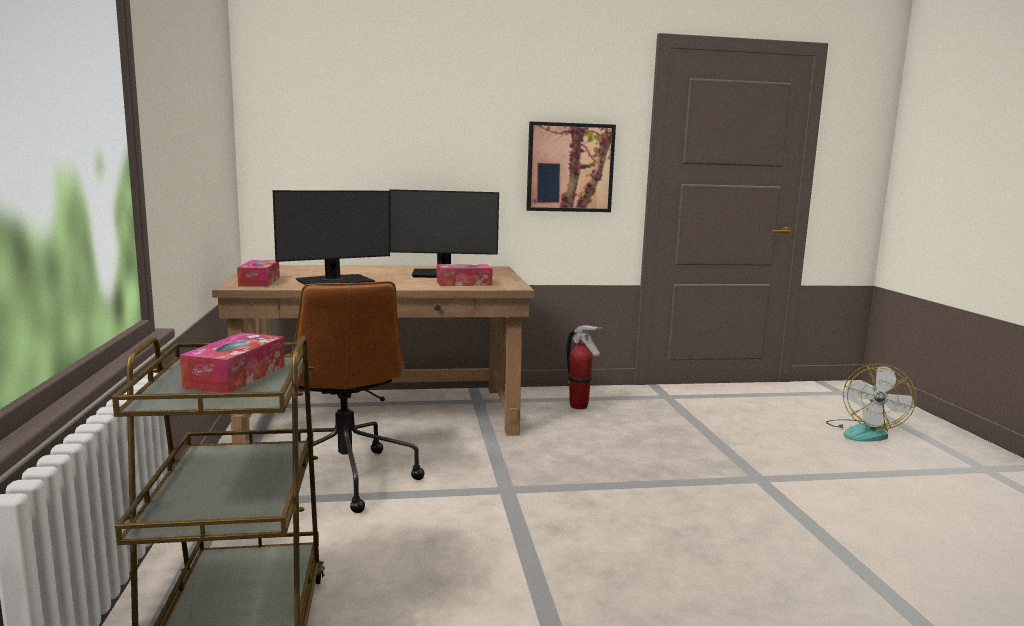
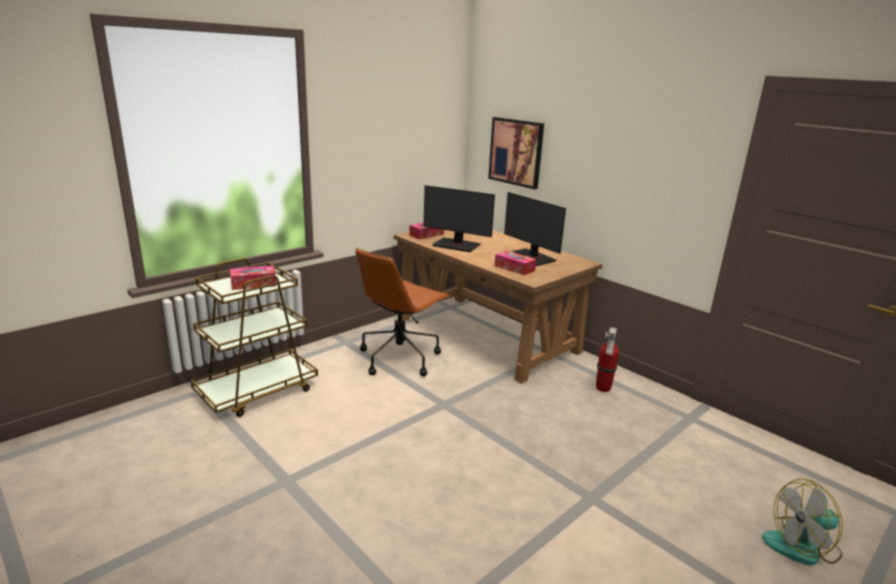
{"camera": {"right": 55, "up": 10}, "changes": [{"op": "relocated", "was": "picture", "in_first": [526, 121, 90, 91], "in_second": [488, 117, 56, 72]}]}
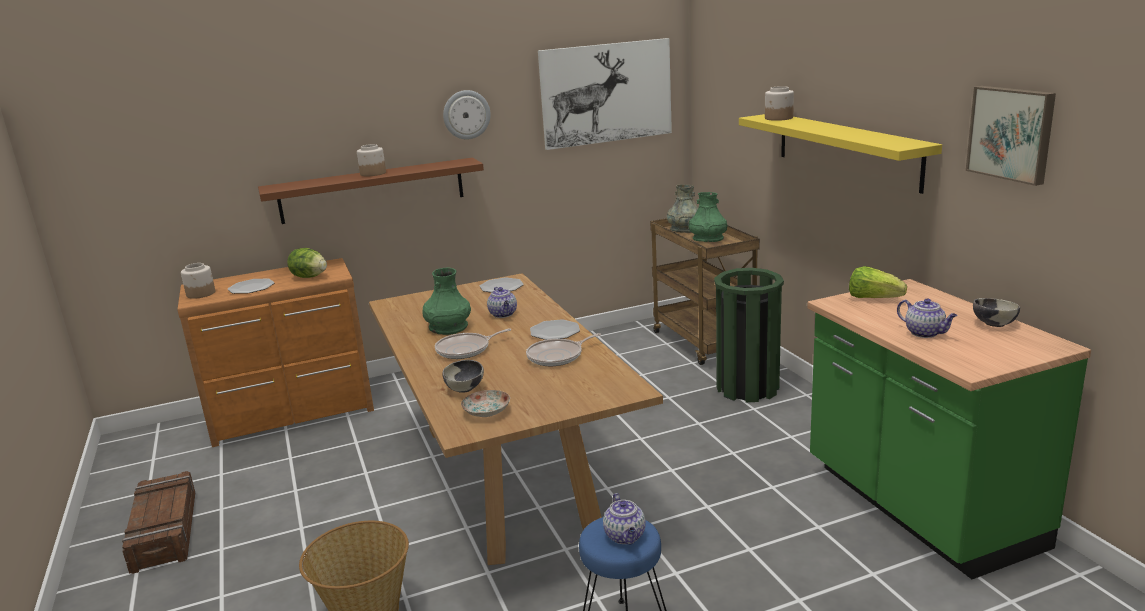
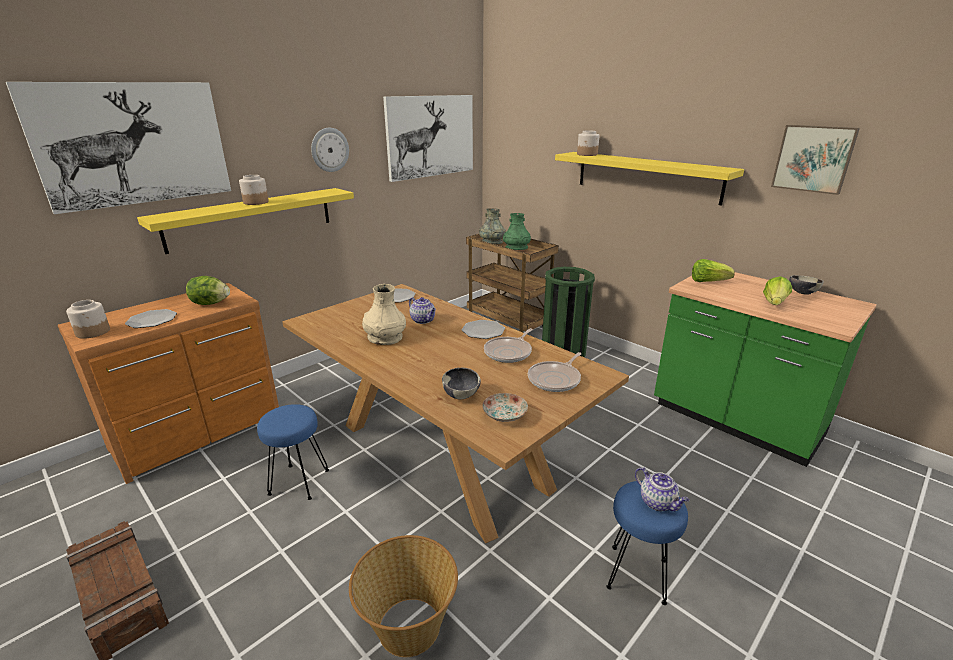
{"camera": {"right": -25, "up": 5}, "changes": [{"op": "colour", "was": "shelf in brown", "now": "shelf in yellow", "in_first": [258, 157, 226, 67], "in_second": [137, 188, 217, 66]}, {"op": "colour", "was": "vase in green", "now": "vase in beige", "in_first": [422, 268, 49, 67], "in_second": [362, 284, 44, 61]}, {"op": "relocated", "was": "frying pan", "in_first": [435, 328, 76, 31], "in_second": [528, 352, 53, 40]}, {"op": "exchanged", "was": "teapot", "now": "lettuce", "in_first": [897, 298, 61, 40], "in_second": [763, 276, 29, 29]}, {"op": "appeared", "now": "picture", "in_second": [6, 82, 225, 132]}, {"op": "appeared", "now": "stool in blue", "in_second": [257, 404, 72, 96]}]}
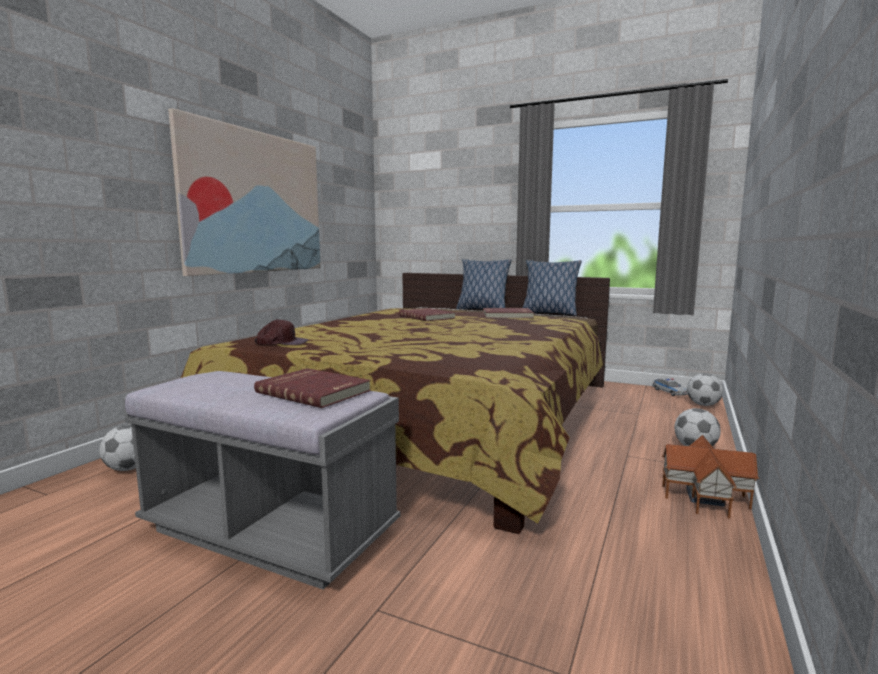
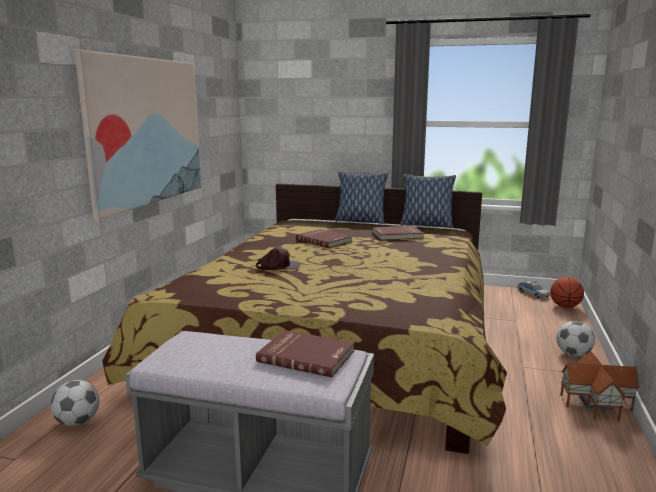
{"camera": {"right": -10, "up": 5}, "changes": [{"op": "relocated", "was": "cap in brown", "in_first": [255, 319, 53, 26], "in_second": [256, 247, 44, 23]}, {"op": "exchanged", "was": "football", "now": "basketball", "in_first": [687, 373, 37, 33], "in_second": [550, 277, 34, 31]}]}
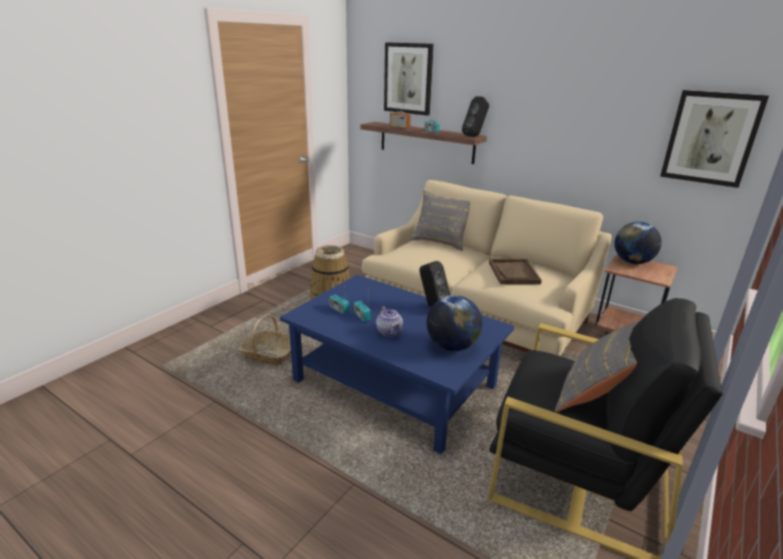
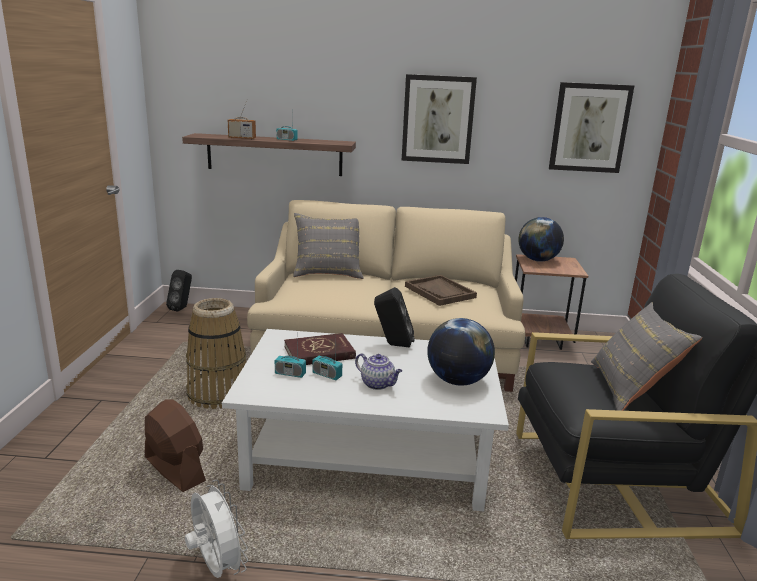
{"camera": {"right": -30, "up": -5}, "changes": [{"op": "exchanged", "was": "basket", "now": "fan in brown", "in_first": [239, 314, 52, 52], "in_second": [145, 399, 61, 93]}, {"op": "colour", "was": "coffee table in blue", "now": "coffee table in white", "in_first": [280, 275, 234, 179], "in_second": [222, 329, 287, 182]}, {"op": "relocated", "was": "picture", "in_first": [384, 42, 50, 74], "in_second": [402, 74, 75, 90]}, {"op": "relocated", "was": "speaker in black", "in_first": [462, 96, 27, 40], "in_second": [166, 270, 26, 42]}, {"op": "appeared", "now": "fan in white", "in_second": [185, 480, 63, 98]}, {"op": "appeared", "now": "book in red", "in_second": [284, 333, 72, 32]}]}
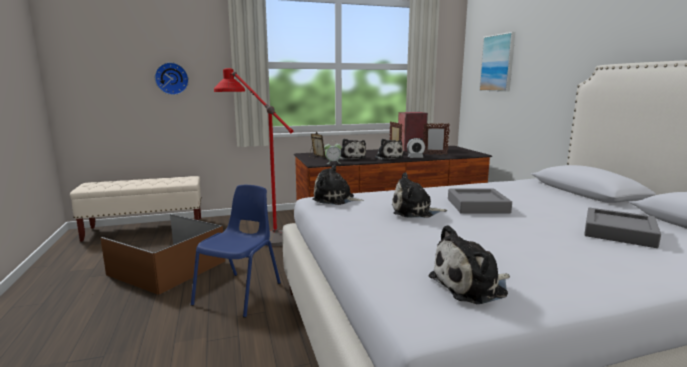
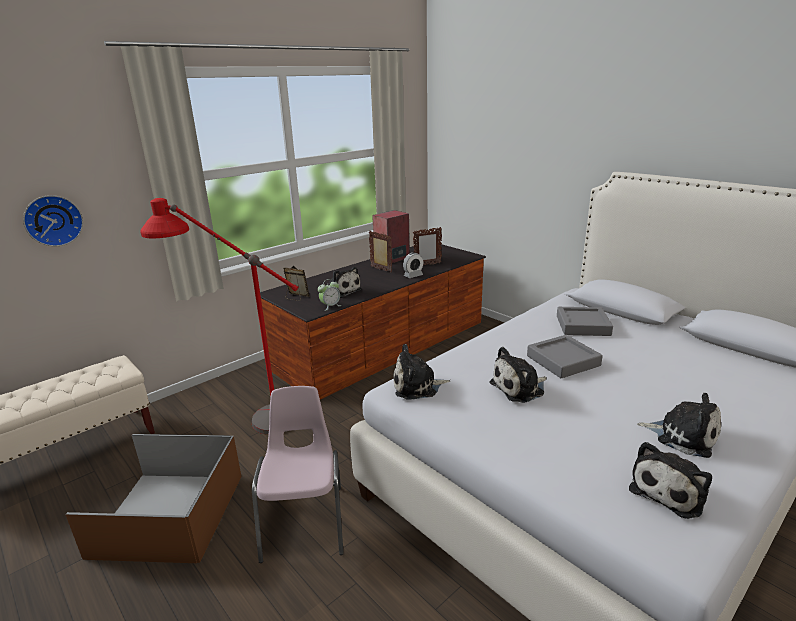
{"camera": {"right": -25, "up": 10}, "changes": [{"op": "colour", "was": "chair in blue", "now": "chair in pink", "in_first": [191, 185, 90, 133], "in_second": [252, 386, 92, 177]}, {"op": "relocated", "was": "plush toy", "in_first": [375, 139, 28, 21], "in_second": [637, 393, 84, 65]}, {"op": "missing", "was": "picture", "in_first": [479, 32, 36, 60]}, {"op": "relocated", "was": "tray in grey", "in_first": [584, 208, 77, 40], "in_second": [557, 307, 56, 29]}]}
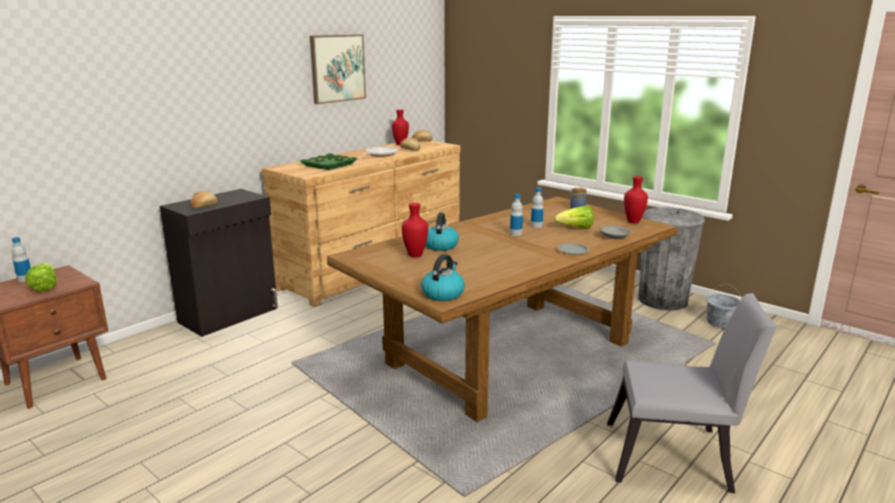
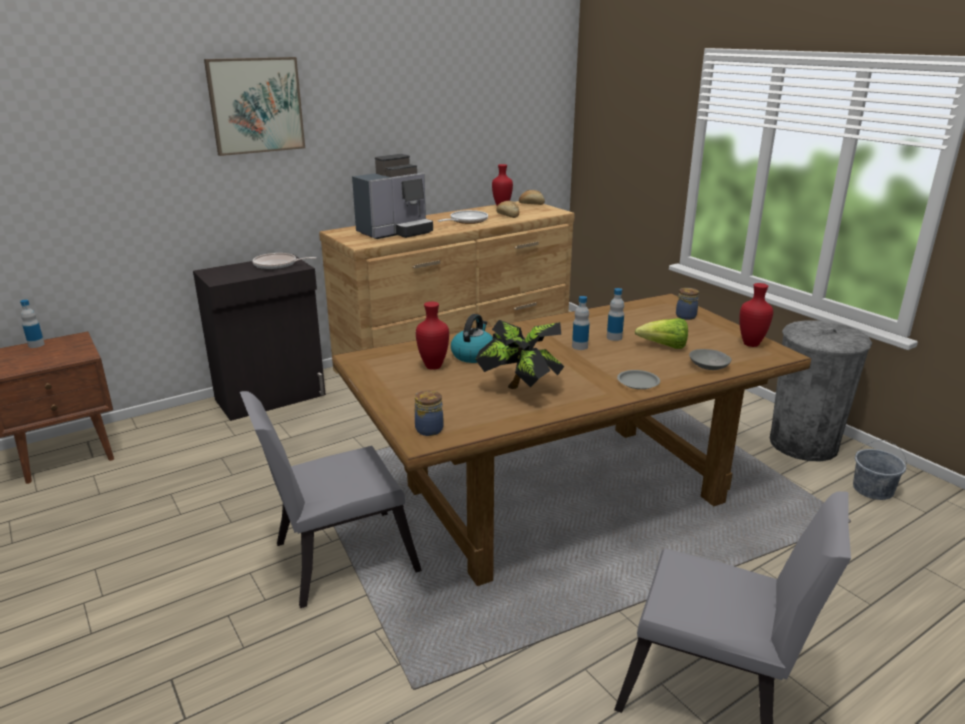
{"camera": {"right": 15, "up": 5}, "changes": [{"op": "missing", "was": "lettuce", "in_first": [26, 262, 31, 30]}, {"op": "missing", "was": "bread", "in_first": [191, 191, 27, 18]}, {"op": "exchanged", "was": "tray in green", "now": "coffee machine", "in_first": [300, 153, 58, 17], "in_second": [352, 154, 81, 85]}, {"op": "relocated", "was": "picture", "in_first": [310, 34, 56, 70], "in_second": [204, 57, 101, 99]}, {"op": "exchanged", "was": "kettle", "now": "jar", "in_first": [421, 254, 44, 47], "in_second": [415, 390, 29, 46]}, {"op": "appeared", "now": "chair in grey", "in_second": [240, 391, 182, 217]}, {"op": "appeared", "now": "frying pan", "in_second": [253, 253, 64, 17]}, {"op": "appeared", "now": "potted plant", "in_second": [475, 320, 90, 69]}]}
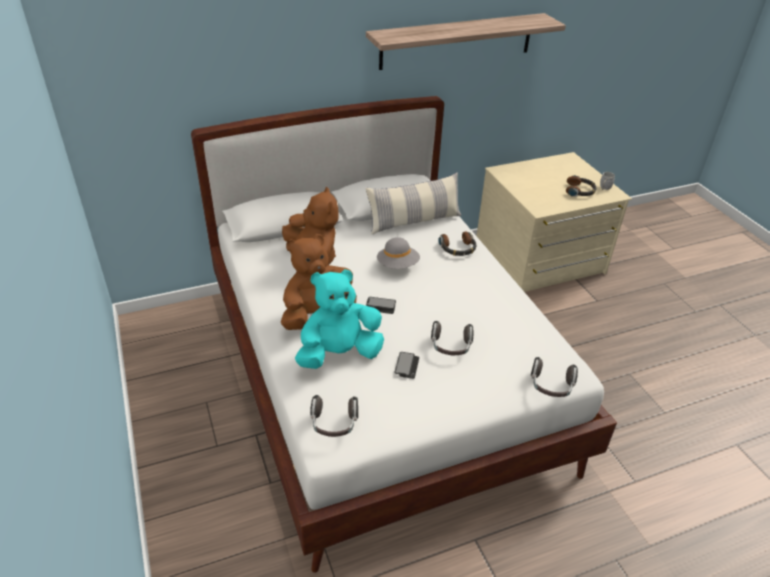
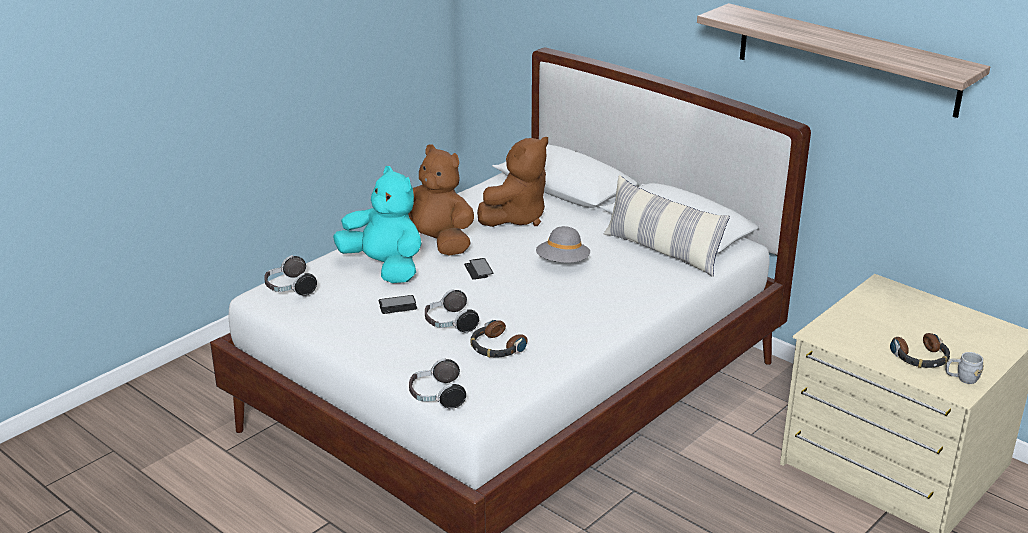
{"camera": {"right": 65, "up": -10}, "changes": [{"op": "relocated", "was": "headphones", "in_first": [438, 232, 39, 24], "in_second": [471, 320, 57, 37]}]}
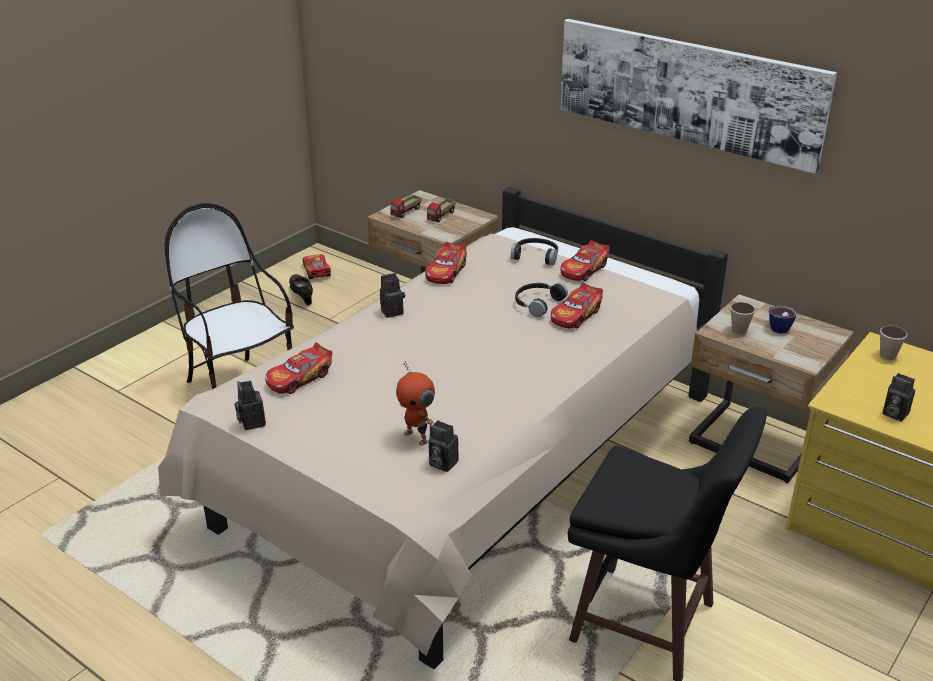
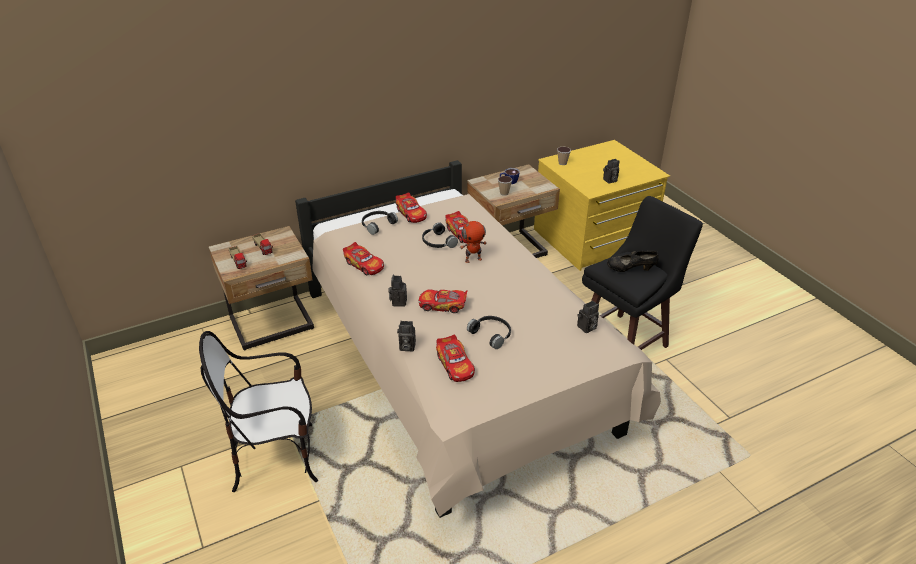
{"camera": {"right": -65, "up": 5}, "changes": [{"op": "relocated", "was": "photo camera", "in_first": [234, 381, 32, 49], "in_second": [397, 321, 19, 30]}, {"op": "relocated", "was": "shoe in black", "in_first": [289, 274, 24, 31], "in_second": [607, 251, 52, 21]}, {"op": "relocated", "was": "toy car", "in_first": [303, 254, 28, 25], "in_second": [419, 290, 49, 23]}, {"op": "relocated", "was": "toy robot", "in_first": [396, 361, 39, 84], "in_second": [460, 221, 27, 42]}, {"op": "missing", "was": "picture", "in_first": [560, 19, 277, 155]}, {"op": "appeared", "now": "headphones in black", "in_second": [467, 316, 44, 33]}]}
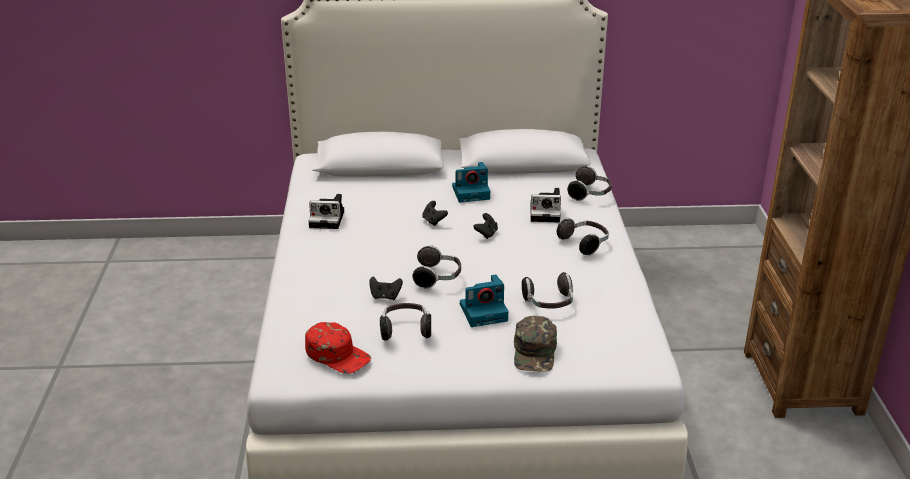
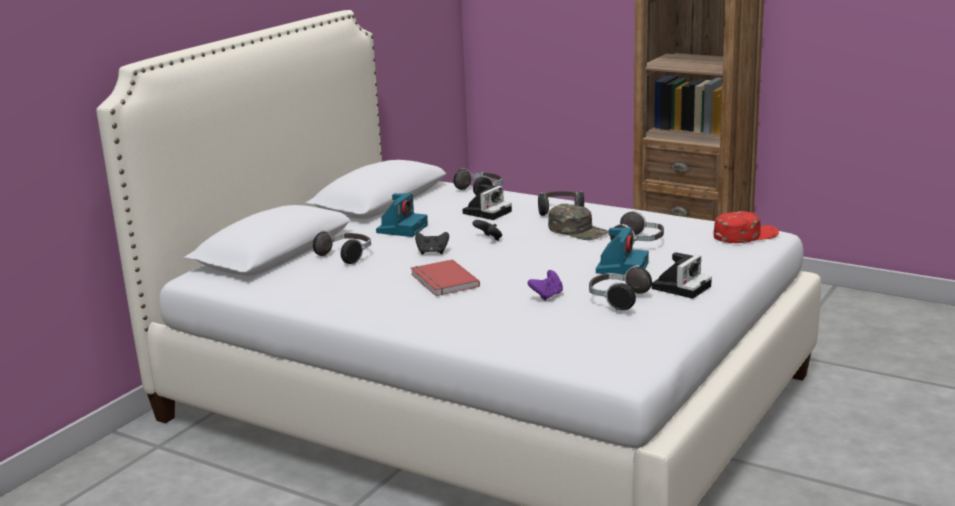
{"camera": {"right": -55, "up": -10}, "changes": [{"op": "relocated", "was": "cap in red", "in_first": [305, 322, 66, 52], "in_second": [714, 211, 65, 32]}, {"op": "relocated", "was": "photo camera", "in_first": [308, 194, 36, 35], "in_second": [651, 252, 61, 47]}, {"op": "colour", "was": "game controller in black", "now": "game controller in purple", "in_first": [369, 276, 34, 24], "in_second": [527, 270, 36, 31]}, {"op": "relocated", "was": "headphones", "in_first": [413, 245, 48, 44], "in_second": [313, 231, 58, 34]}, {"op": "relocated", "was": "cap in green", "in_first": [514, 316, 43, 56], "in_second": [548, 204, 61, 36]}, {"op": "appeared", "now": "book in red", "in_second": [411, 259, 69, 37]}]}
